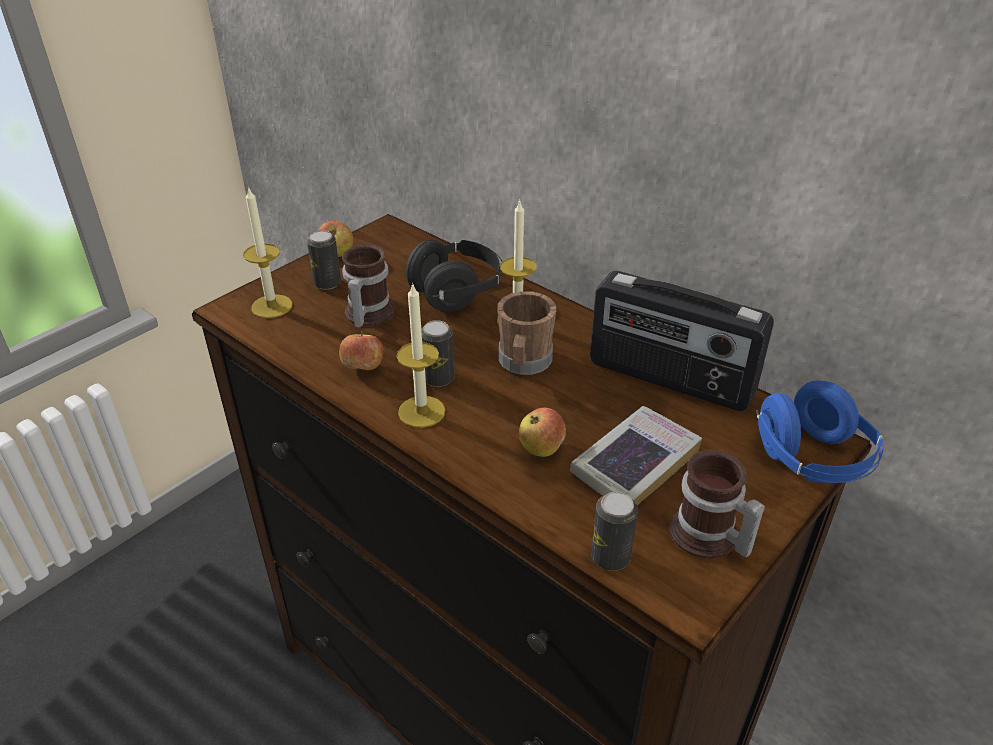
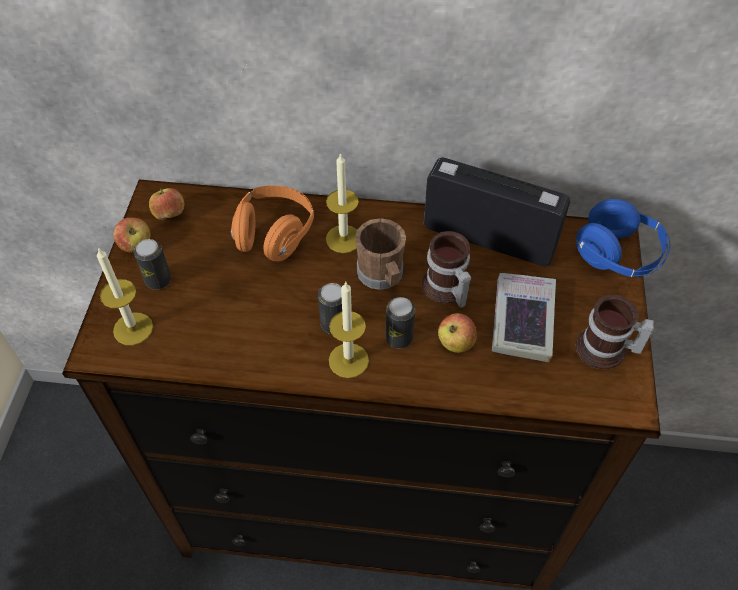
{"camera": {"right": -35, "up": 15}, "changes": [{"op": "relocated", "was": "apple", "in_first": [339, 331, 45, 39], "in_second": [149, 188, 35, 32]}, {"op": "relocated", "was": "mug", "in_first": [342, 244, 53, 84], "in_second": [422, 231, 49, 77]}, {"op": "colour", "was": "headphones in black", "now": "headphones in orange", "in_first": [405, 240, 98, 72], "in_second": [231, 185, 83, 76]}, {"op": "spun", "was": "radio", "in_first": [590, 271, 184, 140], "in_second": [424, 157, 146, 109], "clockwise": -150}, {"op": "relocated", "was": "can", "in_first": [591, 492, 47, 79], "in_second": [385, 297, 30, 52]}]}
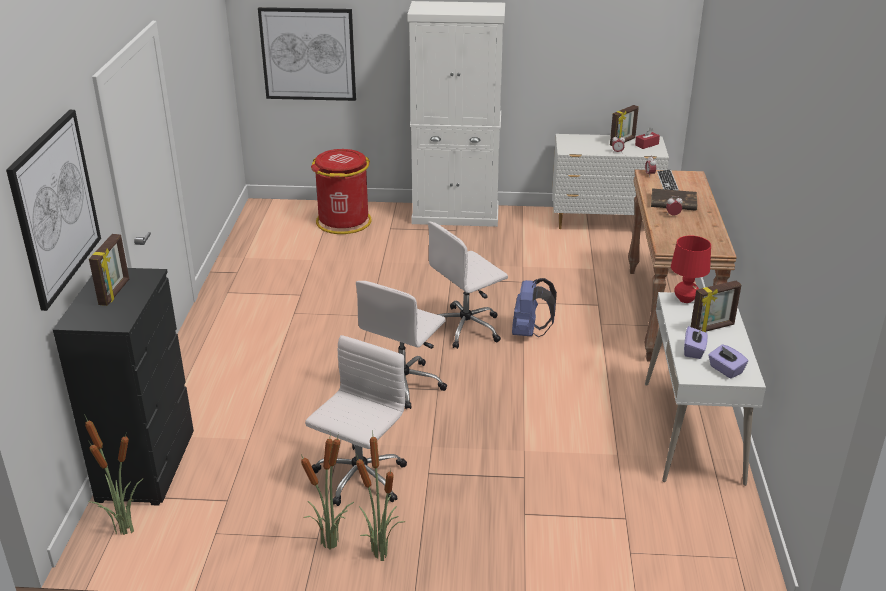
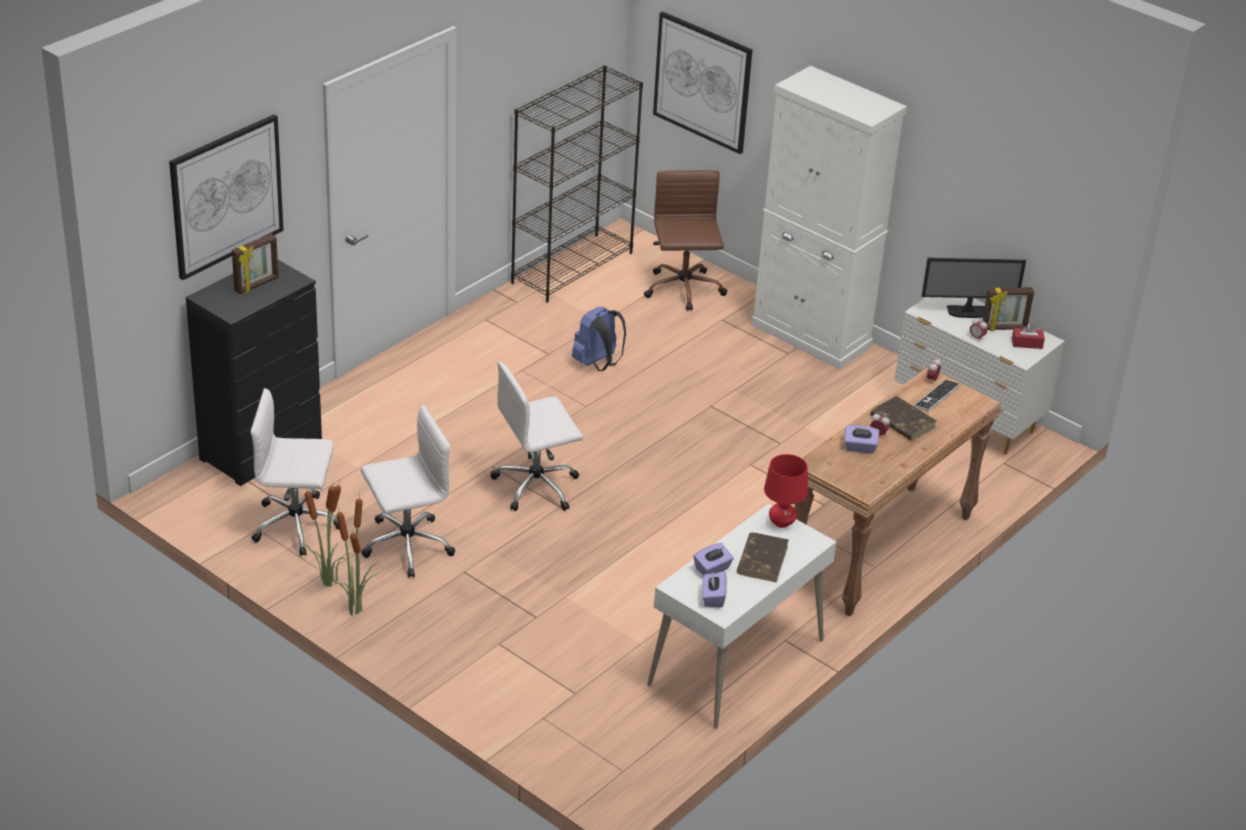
{"camera": {"right": 35, "up": 5}, "changes": [{"op": "missing", "was": "potted plant", "in_first": [84, 414, 59, 121]}, {"op": "exchanged", "was": "trash can in red", "now": "office chair in brown", "in_first": [311, 149, 61, 85], "in_second": [644, 170, 83, 141]}, {"op": "relocated", "was": "office chair in white", "in_first": [428, 221, 80, 128], "in_second": [250, 388, 90, 168]}, {"op": "relocated", "was": "backpack in blue", "in_first": [512, 278, 45, 59], "in_second": [572, 307, 54, 64]}, {"op": "exchanged", "was": "picture frame", "now": "book in brown", "in_first": [691, 280, 51, 52], "in_second": [737, 532, 52, 51]}, {"op": "appeared", "now": "bookcase in black", "in_second": [511, 65, 132, 237]}, {"op": "appeared", "now": "tissue box in purple", "in_second": [845, 425, 34, 28]}, {"op": "appeared", "now": "monitor", "in_second": [922, 258, 104, 60]}]}
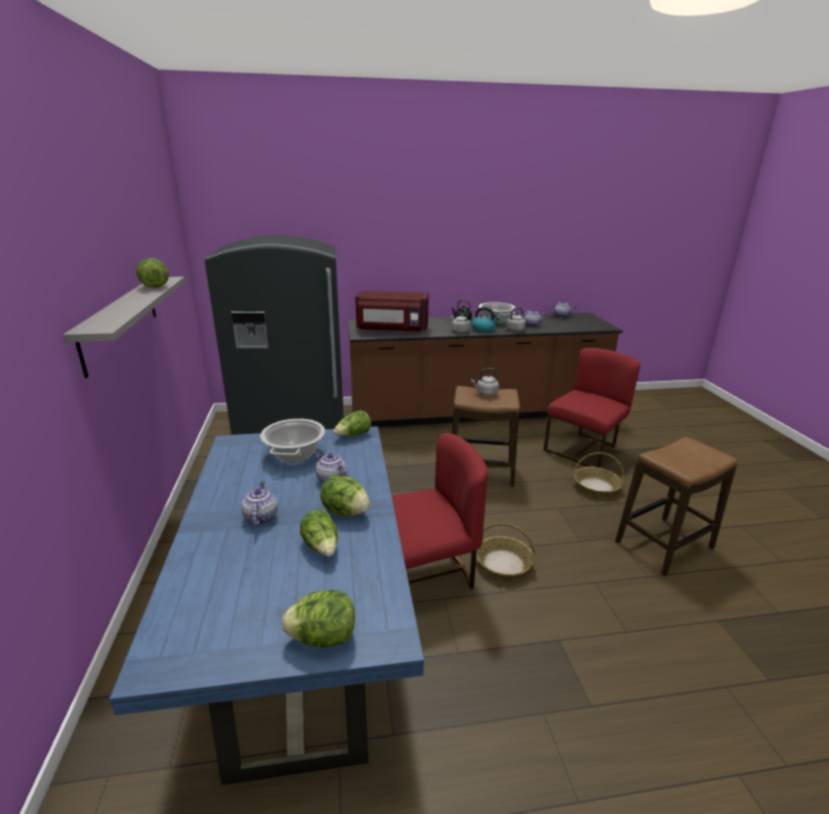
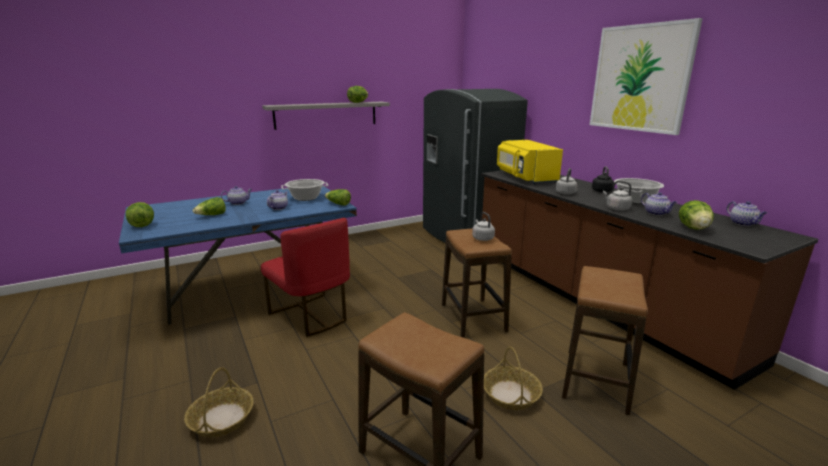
{"camera": {"right": 70, "up": -5}, "changes": [{"op": "relocated", "was": "lettuce", "in_first": [320, 475, 50, 41], "in_second": [679, 200, 35, 30]}, {"op": "colour", "was": "microwave in red", "now": "microwave in yellow", "in_first": [355, 291, 74, 42], "in_second": [497, 140, 66, 44]}, {"op": "missing", "was": "kettle", "in_first": [472, 307, 28, 25]}, {"op": "relocated", "was": "basket", "in_first": [476, 523, 59, 56], "in_second": [184, 367, 70, 70]}, {"op": "exchanged", "was": "chair in red", "now": "stool", "in_first": [544, 348, 96, 120], "in_second": [562, 266, 86, 149]}, {"op": "appeared", "now": "picture", "in_second": [590, 18, 113, 117]}]}
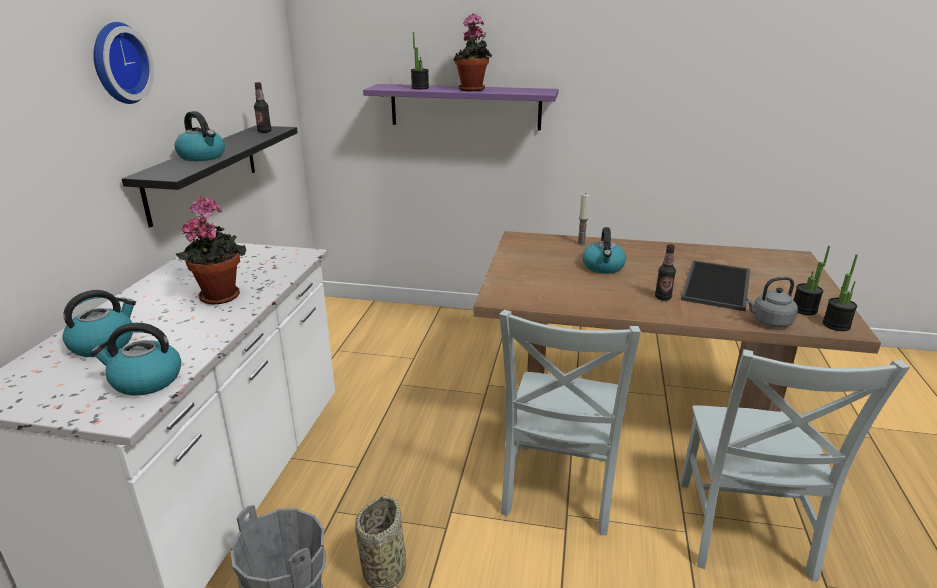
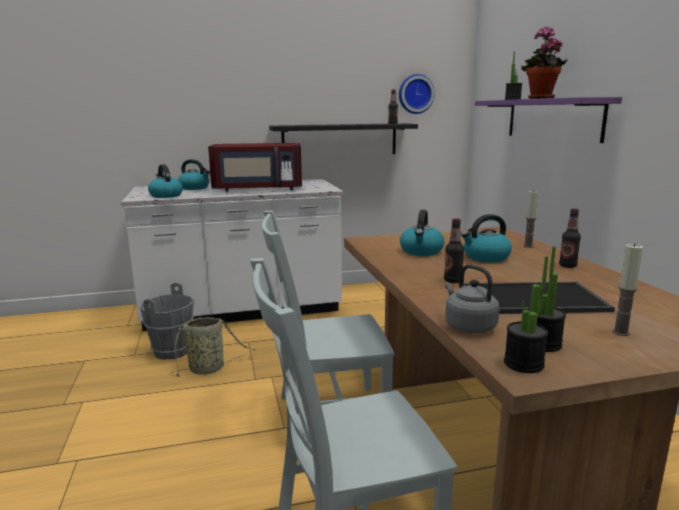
{"camera": {"right": 65, "up": -10}, "changes": [{"op": "relocated", "was": "wall clock", "in_first": [93, 22, 61, 82], "in_second": [399, 74, 36, 40]}, {"op": "relocated", "was": "kettle", "in_first": [175, 111, 50, 50], "in_second": [400, 210, 44, 46]}, {"op": "exchanged", "was": "potted plant", "now": "microwave in red", "in_first": [176, 197, 70, 108], "in_second": [208, 143, 94, 49]}, {"op": "appeared", "now": "bottle", "in_second": [559, 208, 22, 60]}, {"op": "appeared", "now": "candle", "in_second": [612, 243, 31, 93]}]}
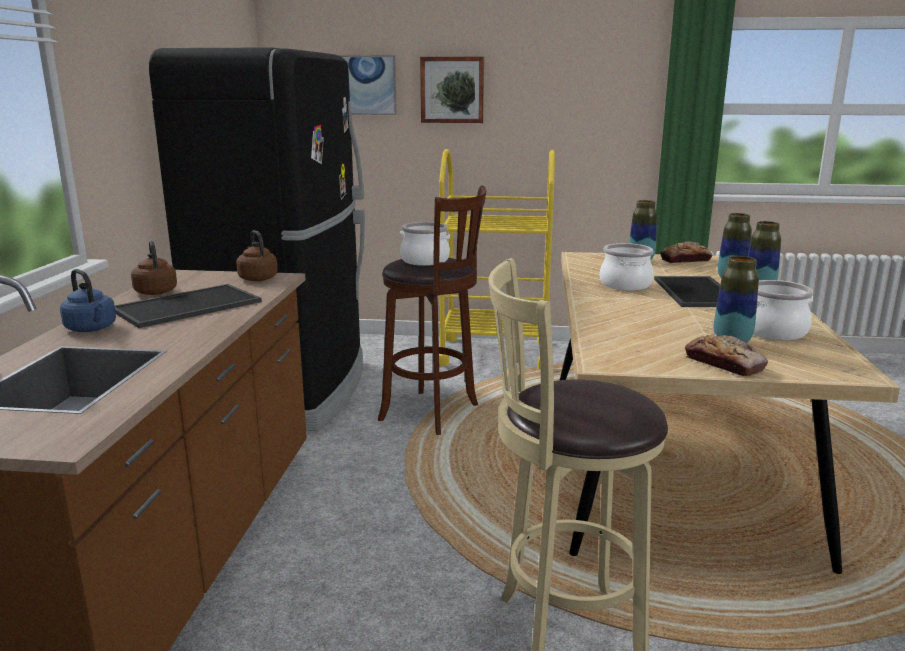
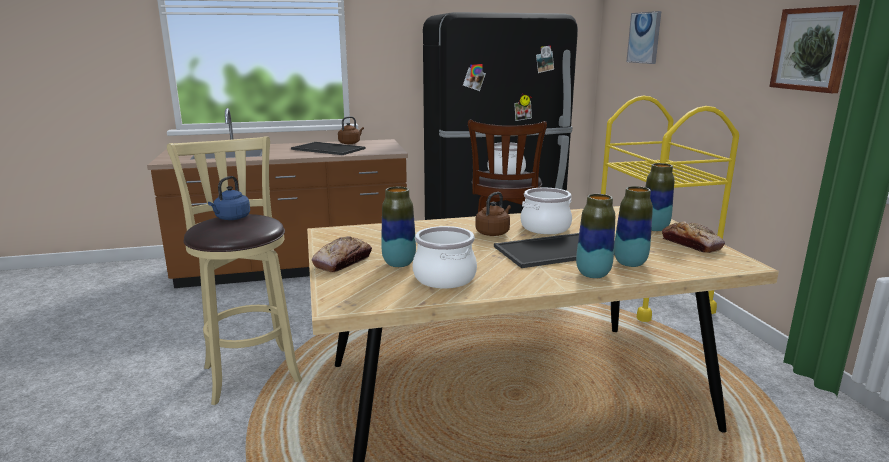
{"camera": {"right": 70, "up": 0}, "changes": [{"op": "relocated", "was": "kettle in blue", "in_first": [60, 269, 56, 63], "in_second": [208, 176, 42, 44]}, {"op": "relocated", "was": "kettle in brown", "in_first": [236, 230, 42, 51], "in_second": [475, 192, 36, 44]}, {"op": "relocated", "was": "picture", "in_first": [420, 57, 64, 66], "in_second": [769, 5, 88, 88]}]}
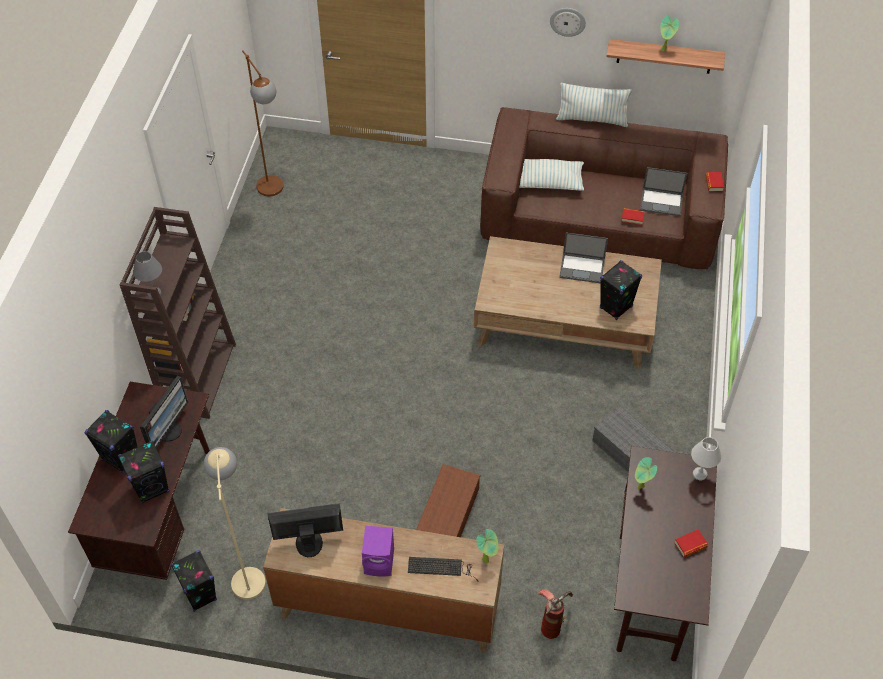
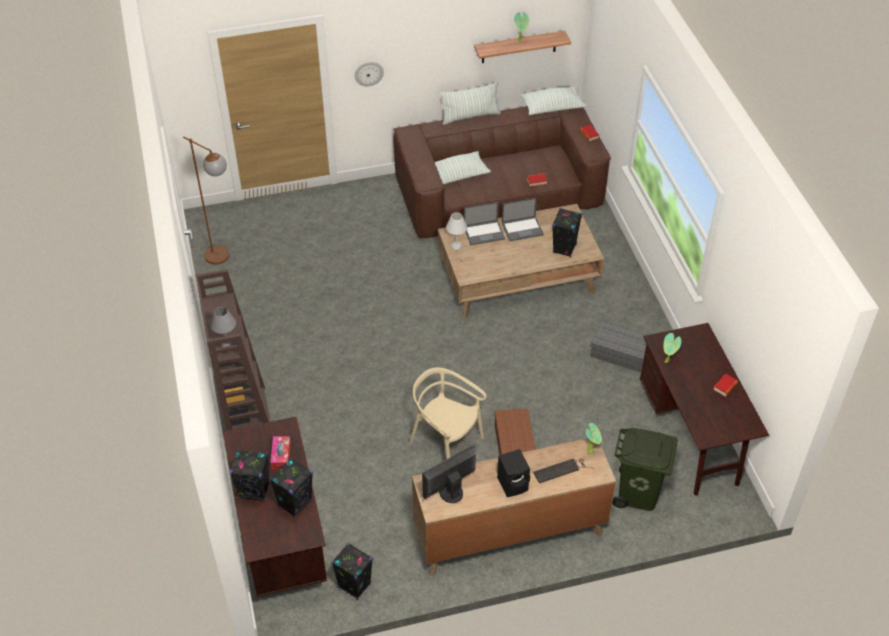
{"camera": {"right": -25, "up": -5}, "changes": [{"op": "exchanged", "was": "monitor", "now": "tissue box", "in_first": [140, 376, 48, 73], "in_second": [270, 436, 21, 33]}, {"op": "missing", "was": "floor lamp in beige", "in_first": [204, 447, 62, 153]}, {"op": "colour", "was": "speaker in purple", "now": "speaker in black", "in_first": [362, 526, 32, 51], "in_second": [497, 449, 33, 48]}, {"op": "exchanged", "was": "fire extinguisher", "now": "trash can in green", "in_first": [537, 589, 36, 50], "in_second": [612, 428, 66, 83]}, {"op": "relocated", "was": "wall clock", "in_first": [550, 8, 36, 29], "in_second": [355, 62, 29, 24]}, {"op": "relocated", "was": "laptop", "in_first": [640, 167, 48, 49], "in_second": [464, 202, 41, 44]}, {"op": "relocated", "was": "table lamp in white", "in_first": [691, 437, 30, 43], "in_second": [446, 212, 21, 38]}, {"op": "appeared", "now": "chair in beige", "in_second": [409, 367, 78, 92]}, {"op": "appeared", "now": "pillow", "in_second": [520, 86, 66, 29]}]}
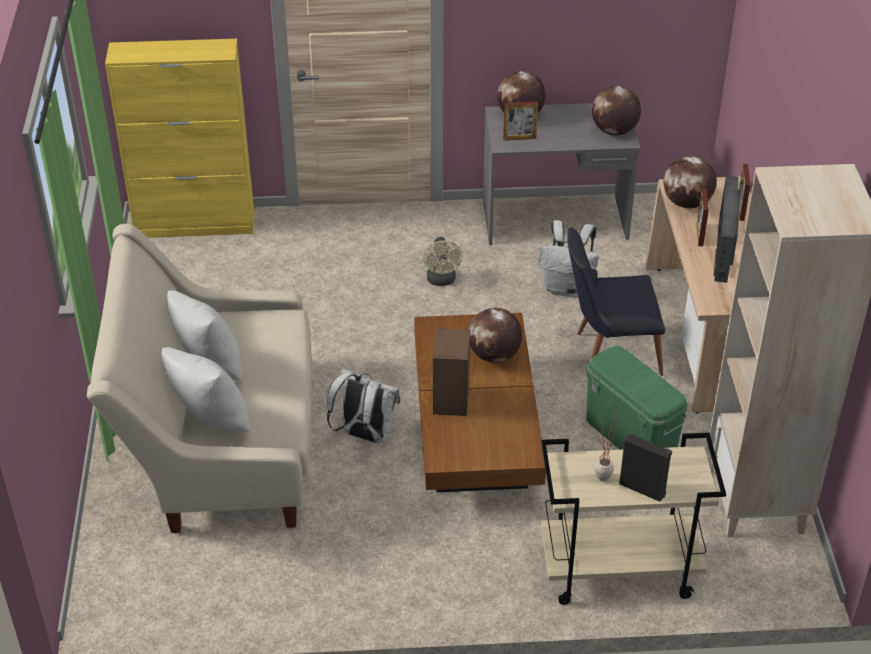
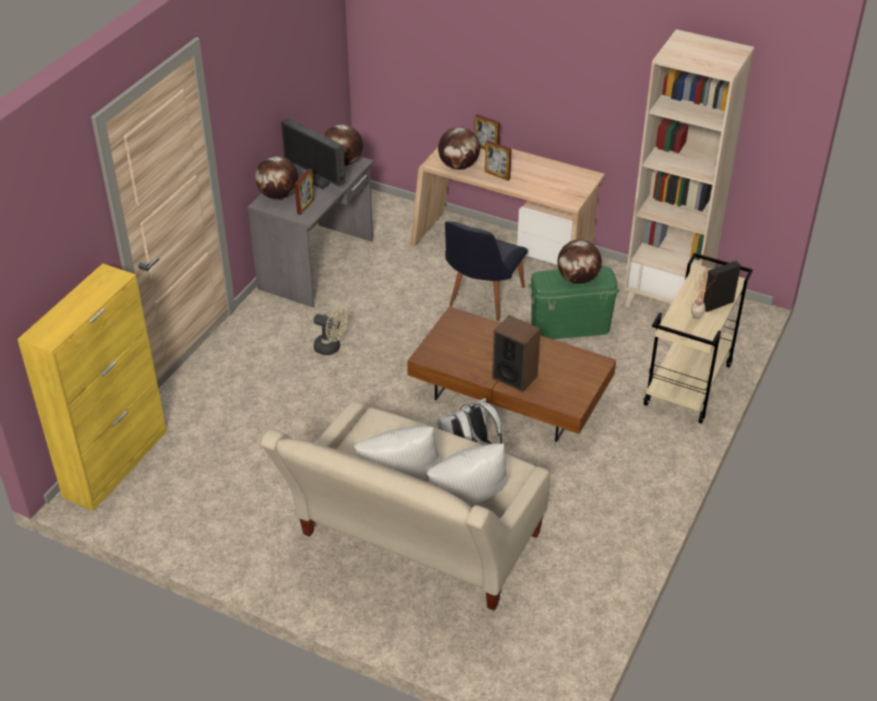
{"camera": {"right": -60, "up": 0}, "changes": [{"op": "relocated", "was": "globe", "in_first": [468, 308, 54, 54], "in_second": [557, 239, 45, 45]}, {"op": "missing", "was": "backpack in white", "in_first": [538, 220, 61, 77]}, {"op": "relocated", "was": "monitor", "in_first": [714, 176, 26, 107], "in_second": [281, 118, 65, 72]}]}
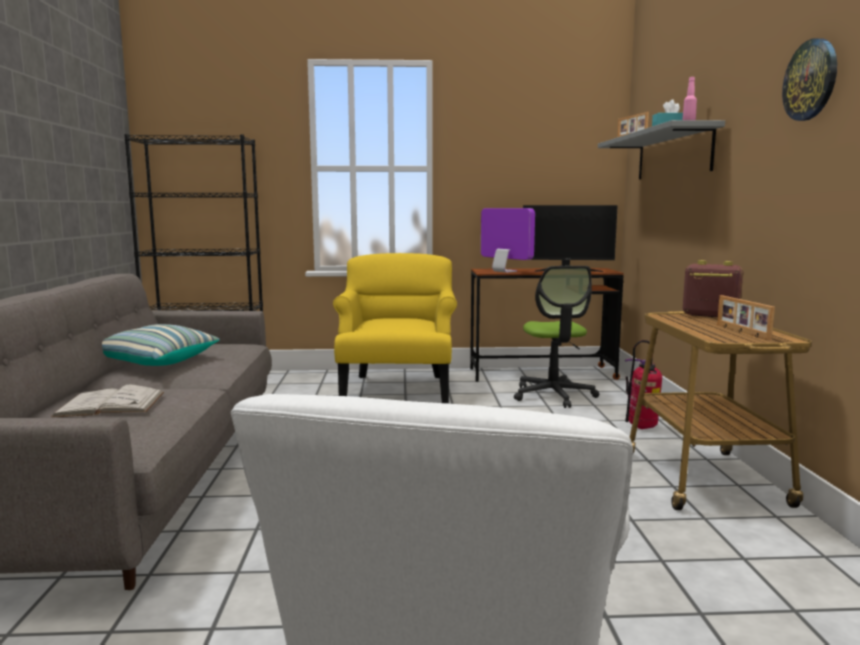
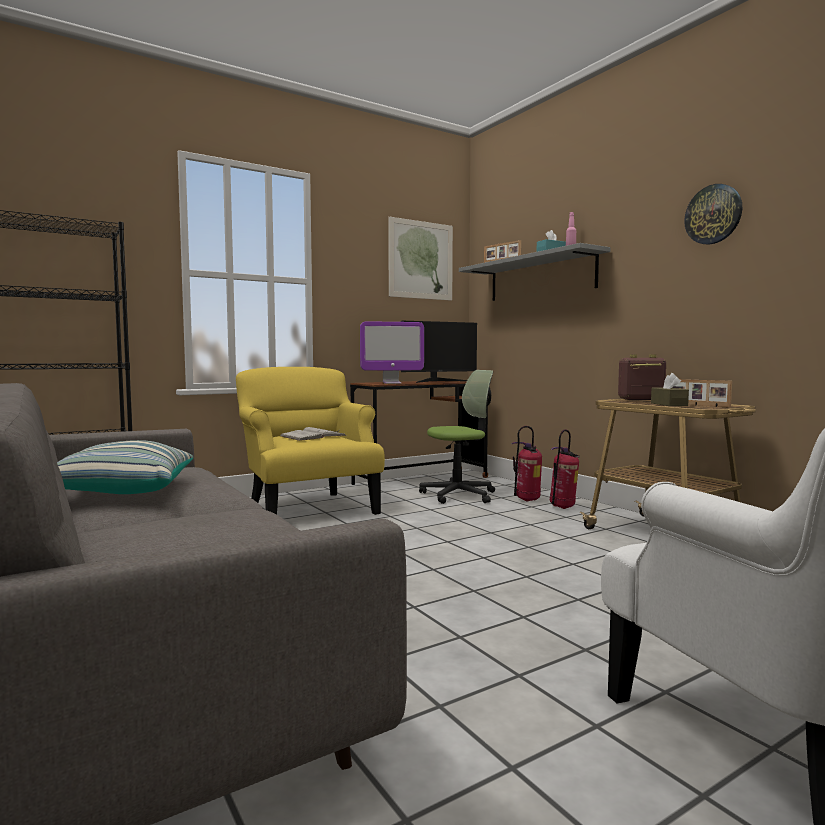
{"camera": {"right": -30, "up": -5}, "changes": [{"op": "relocated", "was": "book in white", "in_first": [51, 385, 113, 32], "in_second": [281, 427, 66, 14]}, {"op": "spun", "was": "monitor", "in_first": [481, 208, 54, 65], "in_second": [360, 322, 64, 62], "clockwise": 150}, {"op": "spun", "was": "office chair", "in_first": [514, 266, 85, 142], "in_second": [419, 370, 76, 134], "clockwise": -75}, {"op": "appeared", "now": "picture", "in_second": [388, 217, 65, 83]}, {"op": "appeared", "now": "fire extinguisher", "in_second": [511, 426, 31, 76]}, {"op": "appeared", "now": "tissue box in brown", "in_second": [651, 373, 38, 33]}]}
